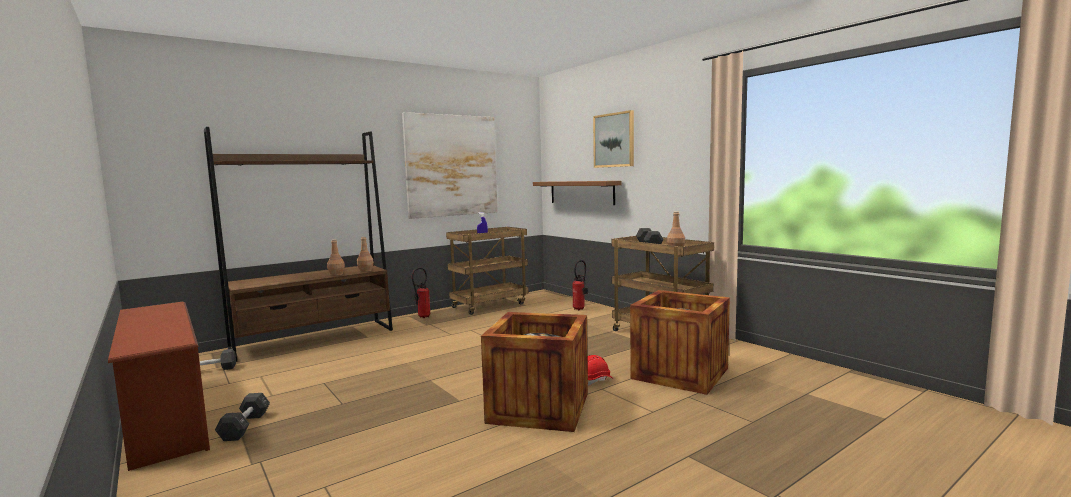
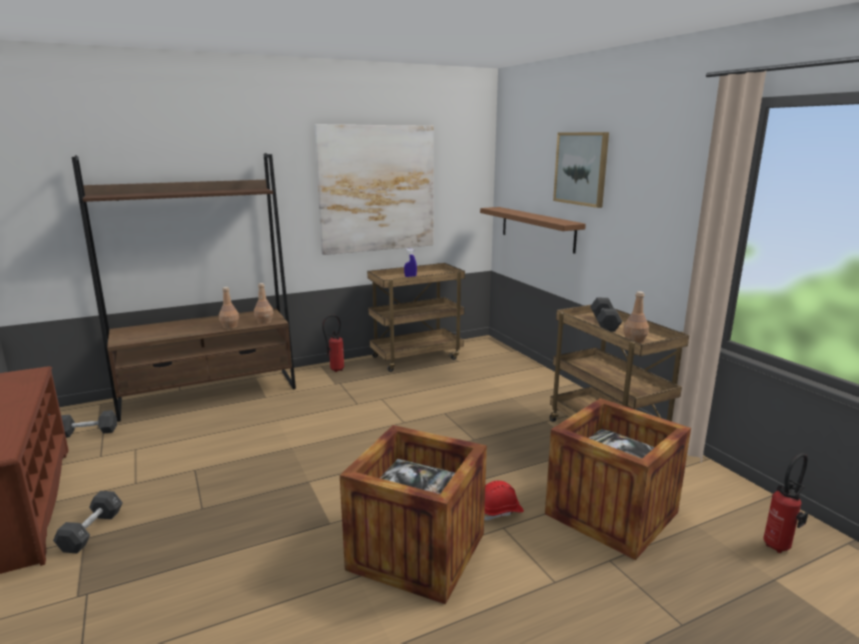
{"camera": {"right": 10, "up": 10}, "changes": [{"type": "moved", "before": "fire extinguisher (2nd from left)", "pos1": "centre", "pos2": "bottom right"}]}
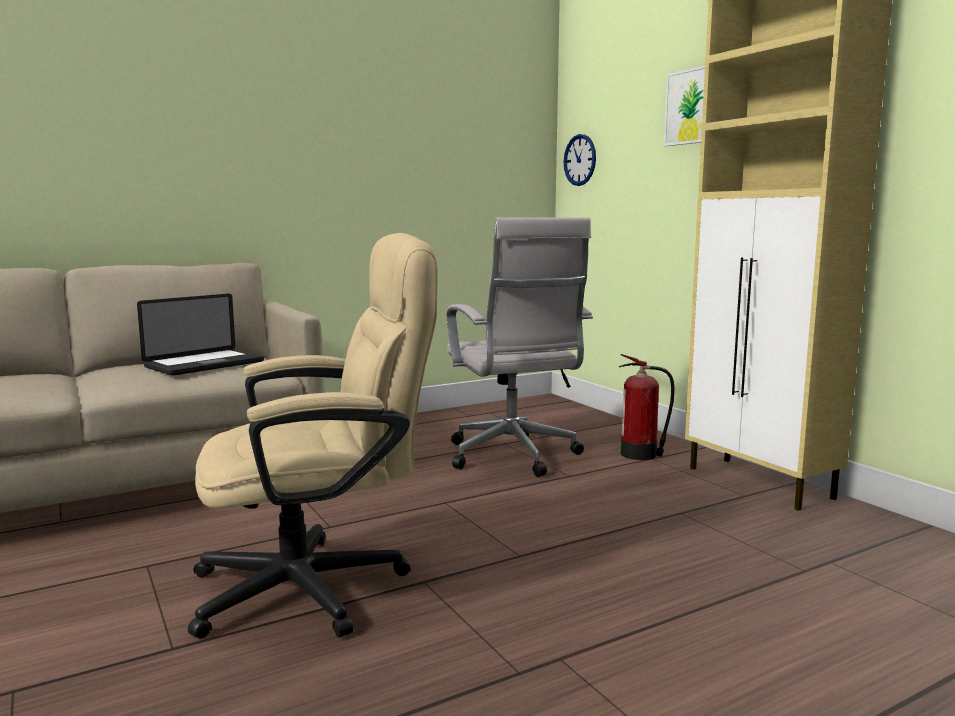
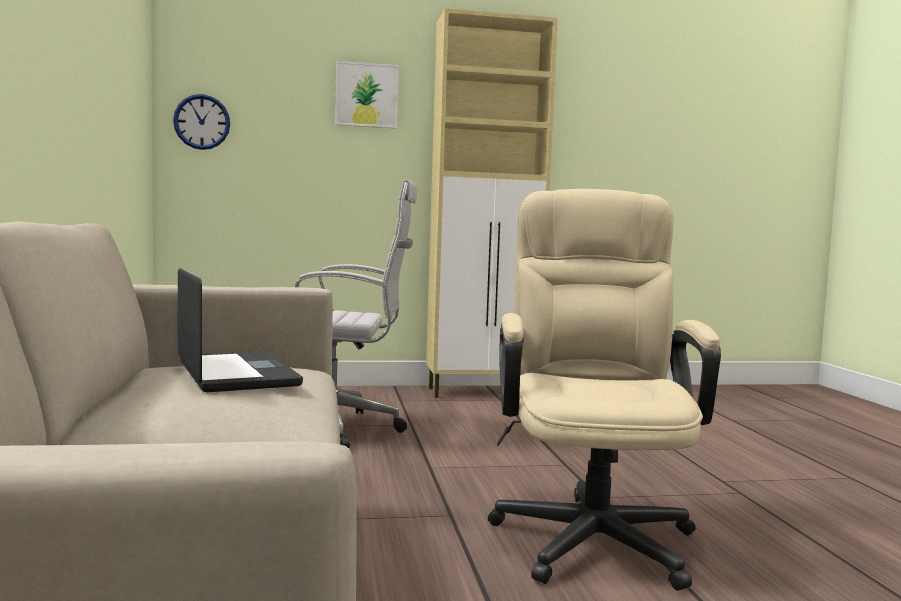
{"camera": {"right": -70, "up": -5}, "changes": [{"type": "removed", "before": "fire extinguisher", "pos1": "middle right"}]}
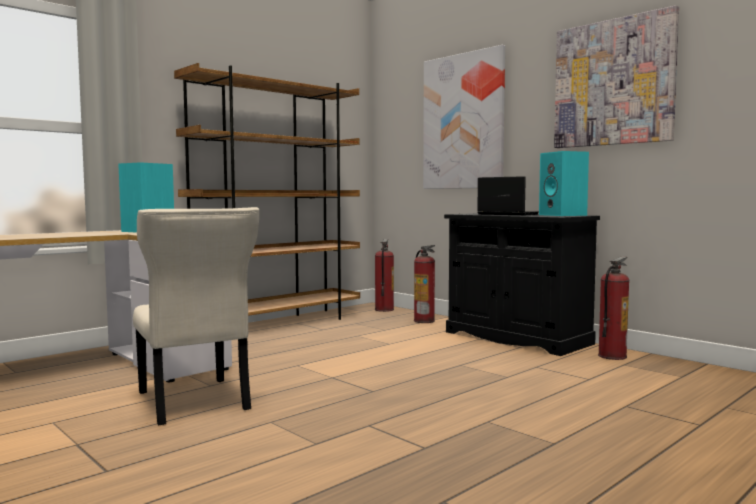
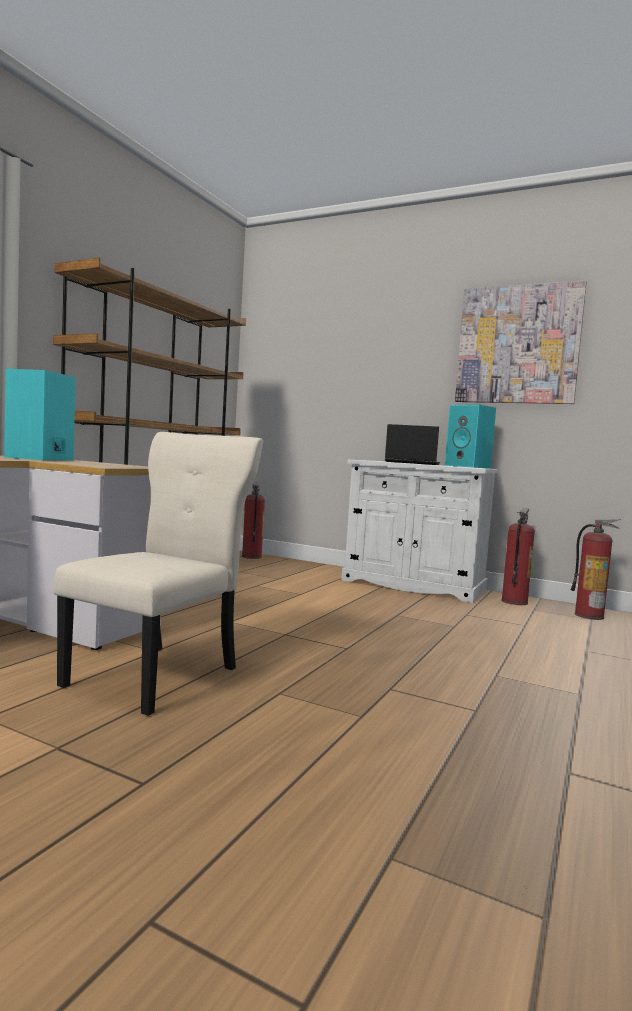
{"camera": {"right": -20, "up": 0}, "changes": [{"type": "removed", "before": "picture (1st from left)", "pos1": "top centre"}, {"type": "turned", "before": "chair (beige)", "pos1": "middle left", "pos2": "middle left", "turn": -105}, {"type": "recoloured", "before": "cabinet (black)", "after": "cabinet (white)", "pos1": "middle right", "pos2": "centre"}, {"type": "moved", "before": "fire extinguisher (2nd from left in the first image)", "after": "fire extinguisher (3rd from left)", "pos1": "centre", "pos2": "middle right"}]}
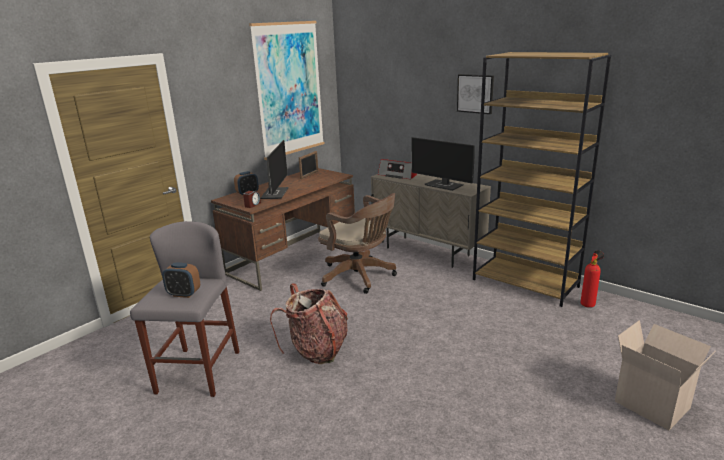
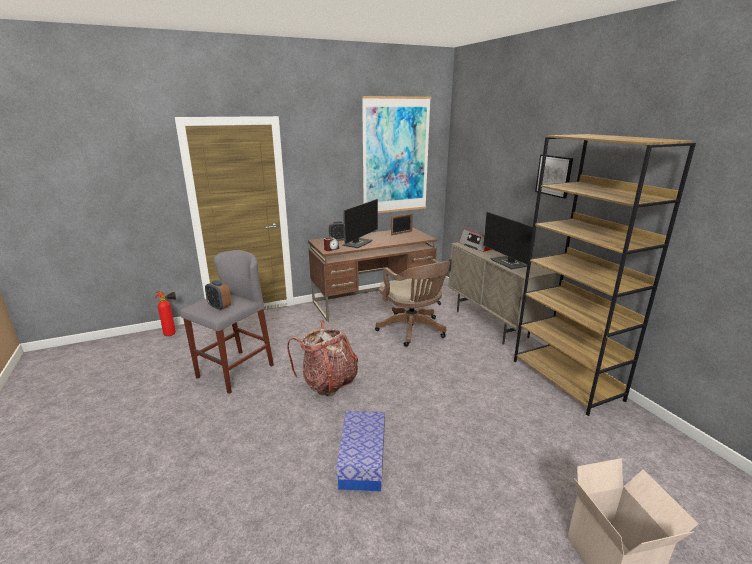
{"camera": {"right": 25, "up": 0}, "changes": [{"type": "moved", "before": "fire extinguisher", "pos1": "middle right", "pos2": "middle left"}, {"type": "added", "after": "storage box", "pos2": "bottom centre"}]}
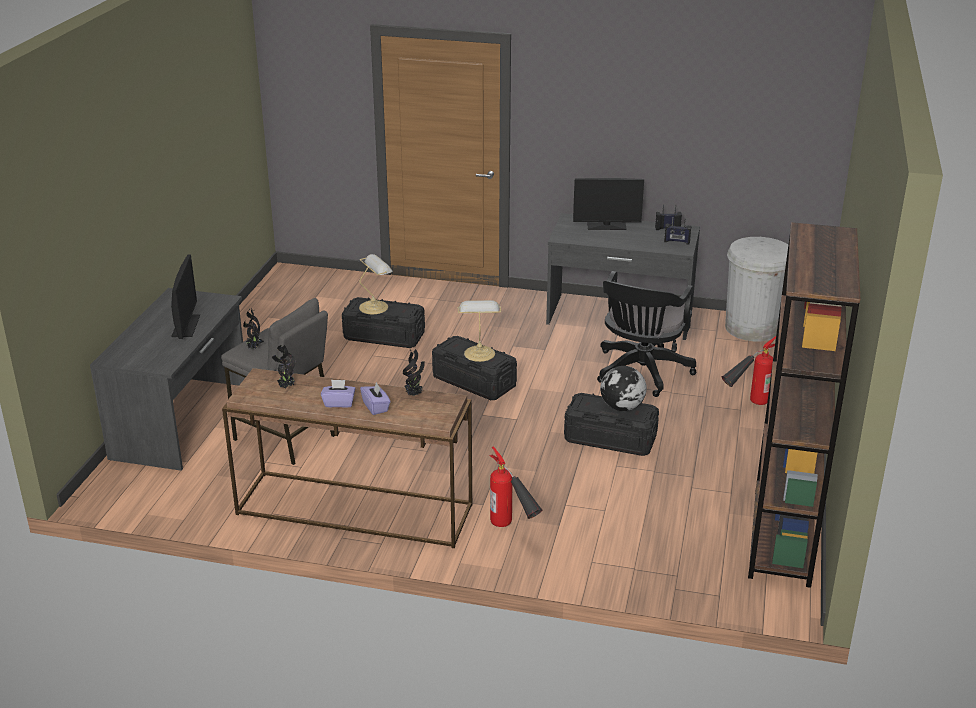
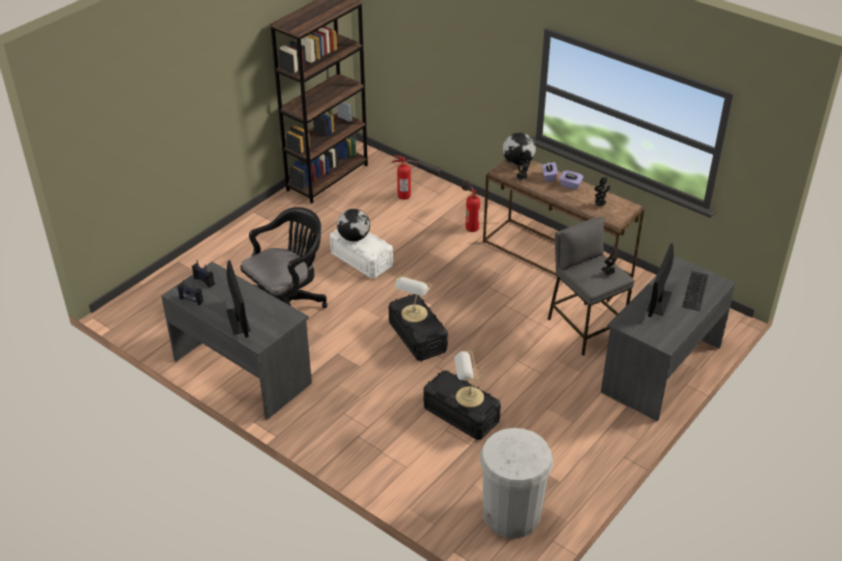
{"camera": {"right": -155, "up": 10}, "changes": [{"type": "turned", "before": "monitor (2nd from left in the first image)", "pos1": "top centre", "pos2": "middle left", "turn": 45}, {"type": "moved", "before": "trash can (white)", "pos1": "middle right", "pos2": "bottom centre"}, {"type": "moved", "before": "fire extinguisher (2nd from left in the first image)", "after": "fire extinguisher (1st from left)", "pos1": "middle right", "pos2": "top centre"}, {"type": "recoloured", "before": "storage box (black) (3rd from left)", "after": "storage box (white)", "pos1": "centre", "pos2": "centre"}, {"type": "added", "after": "globe (2nd from left)", "pos2": "top centre"}, {"type": "added", "after": "keyboard", "pos2": "middle right"}]}
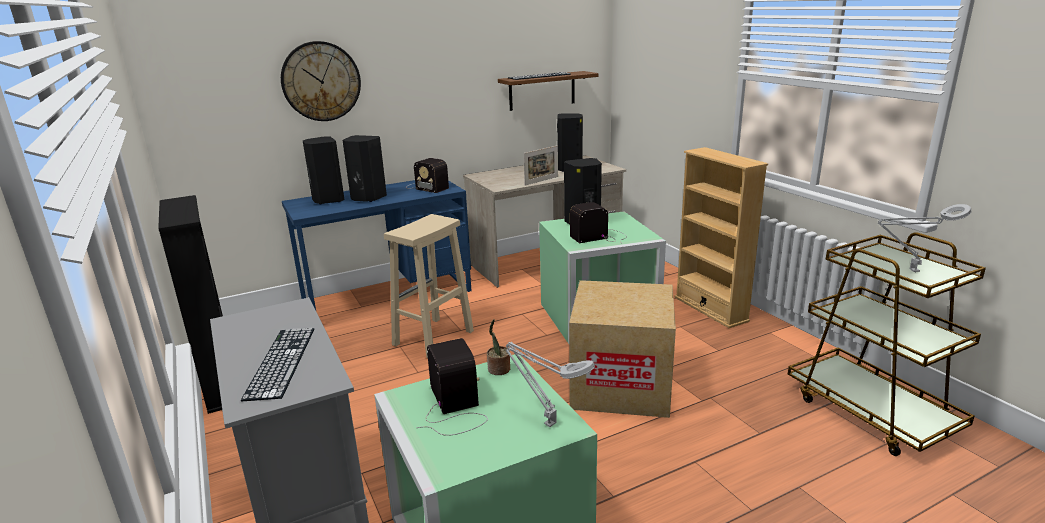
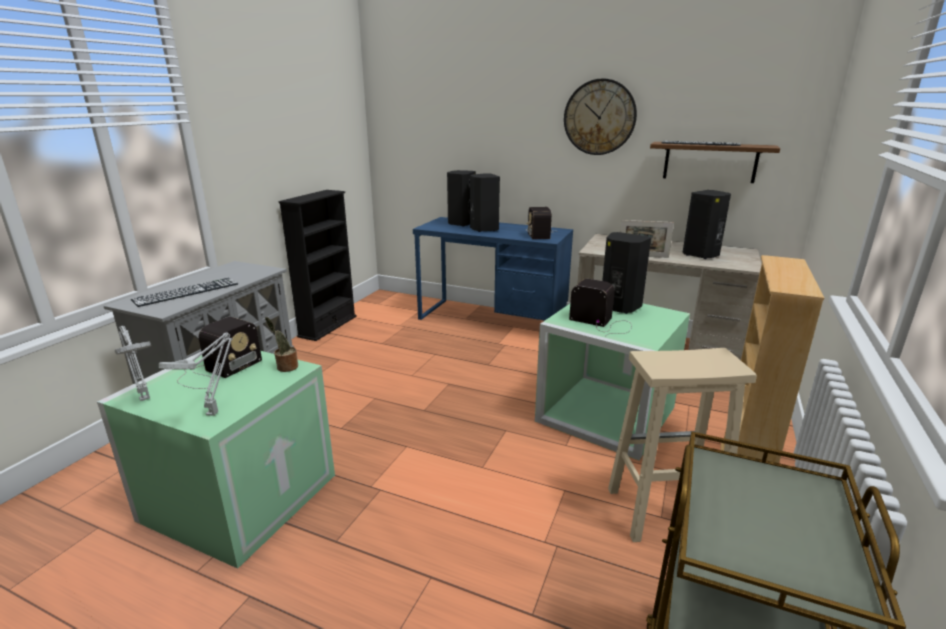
{"camera": {"right": 50, "up": 0}, "changes": [{"type": "moved", "before": "wall clock", "pos1": "top left", "pos2": "top centre"}, {"type": "moved", "before": "table lamp (grey) (2nd from left in the first image)", "after": "table lamp (grey) (1st from left)", "pos1": "middle right", "pos2": "middle left"}, {"type": "moved", "before": "stool (beige)", "pos1": "centre", "pos2": "bottom right"}, {"type": "removed", "before": "cardboard box", "pos1": "bottom centre"}]}
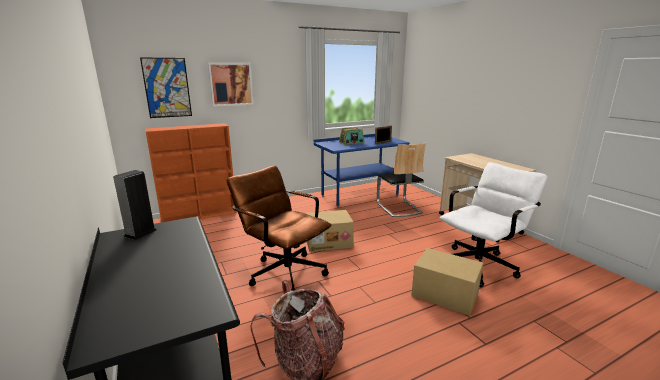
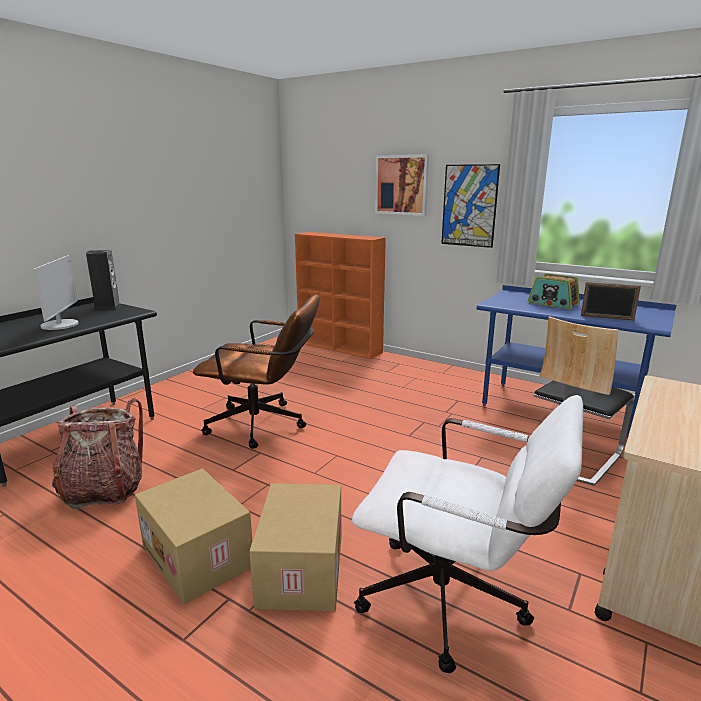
{"camera": {"right": 60, "up": 0}, "changes": [{"type": "moved", "before": "picture (1st from left in the first image)", "after": "picture (2nd from left)", "pos1": "top left", "pos2": "top right"}, {"type": "turned", "before": "office chair (brown)", "pos1": "centre", "pos2": "centre", "turn": 90}, {"type": "moved", "before": "cardboard box (1st from left)", "pos1": "centre", "pos2": "bottom left"}, {"type": "added", "after": "monitor", "pos2": "middle left"}]}
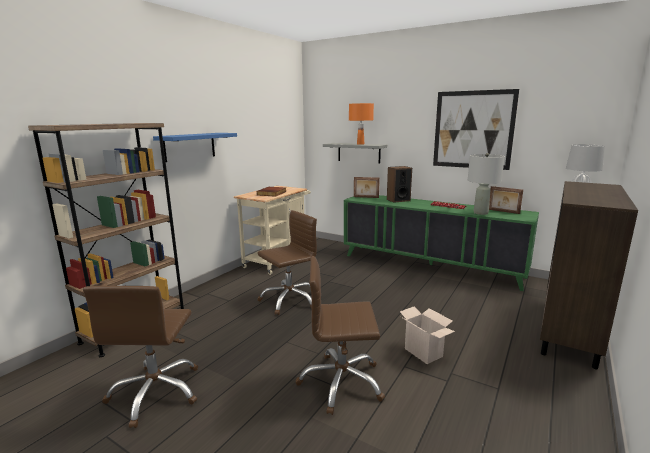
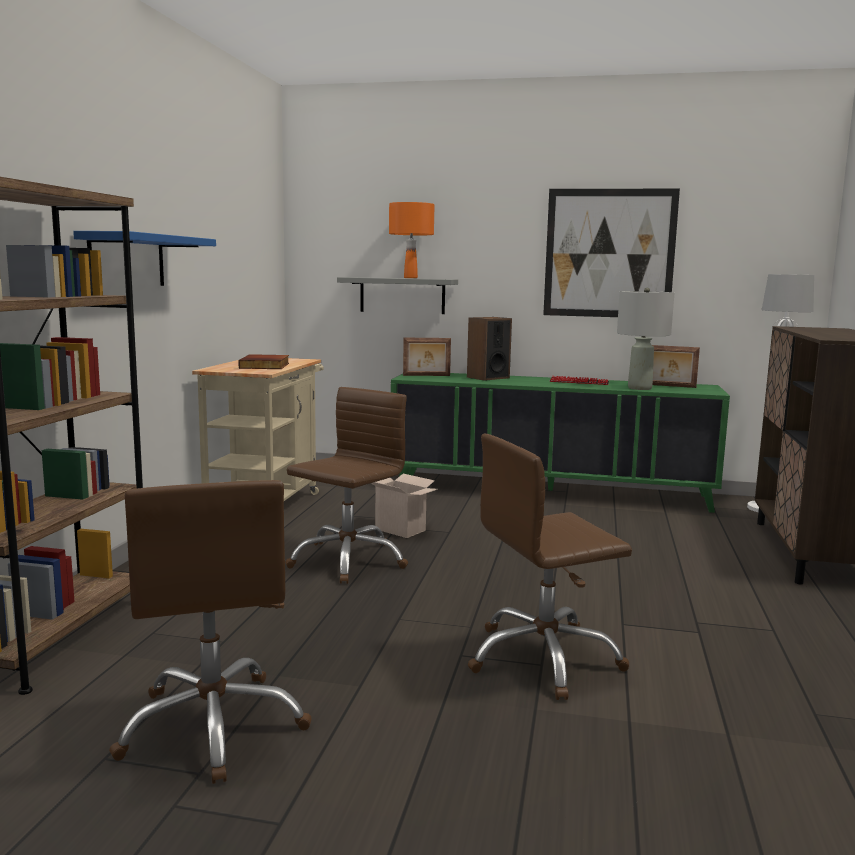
{"camera": {"right": -20, "up": -5}, "changes": [{"type": "moved", "before": "cardboard box", "pos1": "bottom centre", "pos2": "centre"}]}
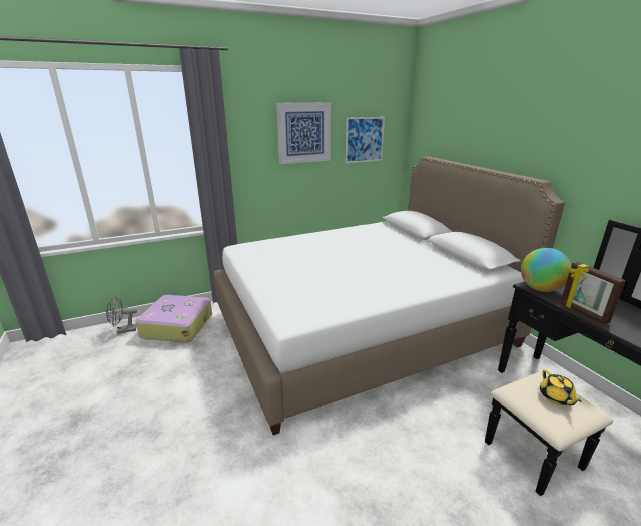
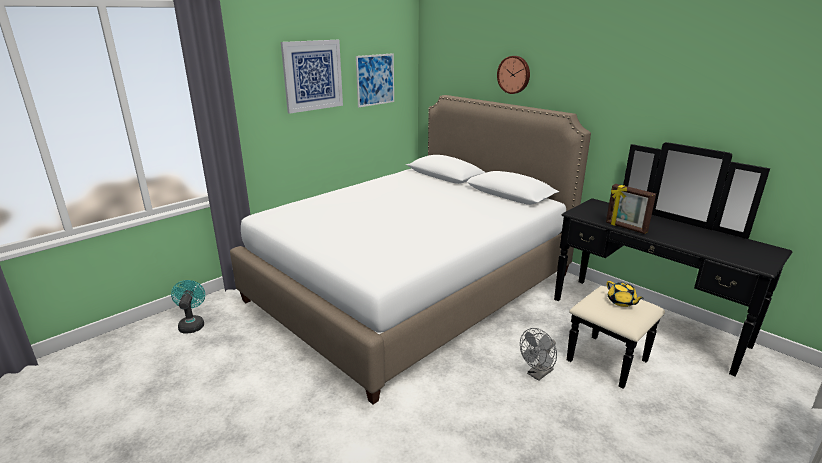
{"camera": {"right": -20, "up": 0}, "changes": [{"type": "removed", "before": "globe", "pos1": "middle right"}, {"type": "replaced", "before": "suitcase", "after": "fan (turquoise)", "pos1": "middle left", "pos2": "middle left"}, {"type": "moved", "before": "fan (grey)", "pos1": "middle left", "pos2": "bottom centre"}, {"type": "added", "after": "wall clock", "pos2": "top centre"}]}
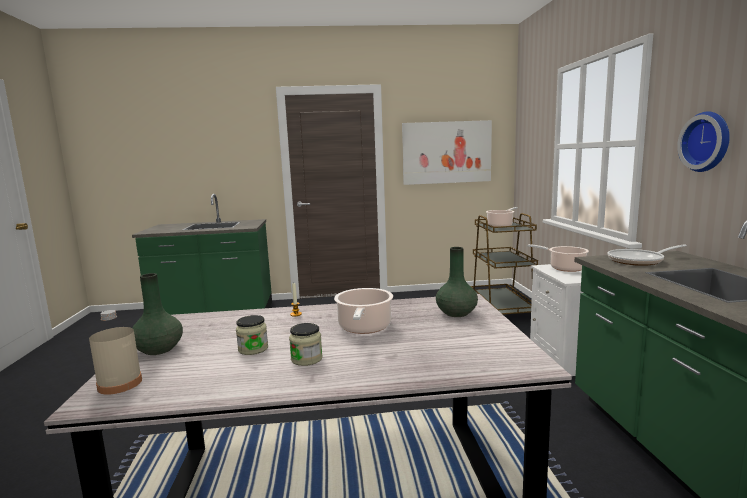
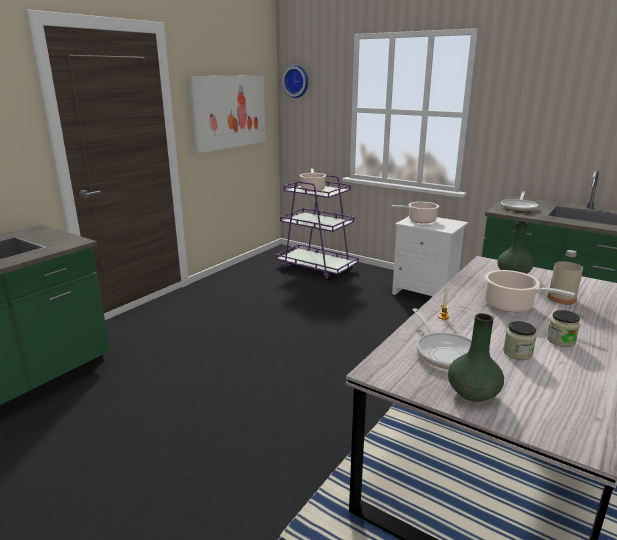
{"camera": {"right": -50, "up": 10}, "changes": [{"type": "moved", "before": "wall clock", "pos1": "top right", "pos2": "top centre"}, {"type": "recoloured", "before": "cart (brown)", "after": "cart (purple)", "pos1": "middle right", "pos2": "centre"}, {"type": "moved", "before": "bottle (beige)", "pos1": "bottom left", "pos2": "middle right"}, {"type": "added", "after": "frying pan (1st from left)", "pos2": "middle right"}]}
